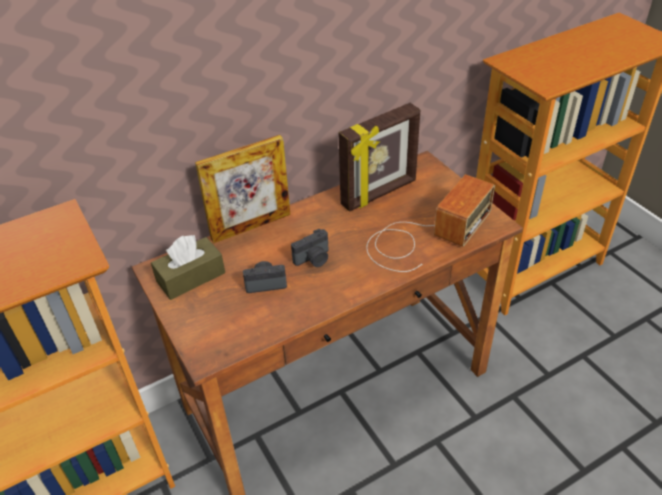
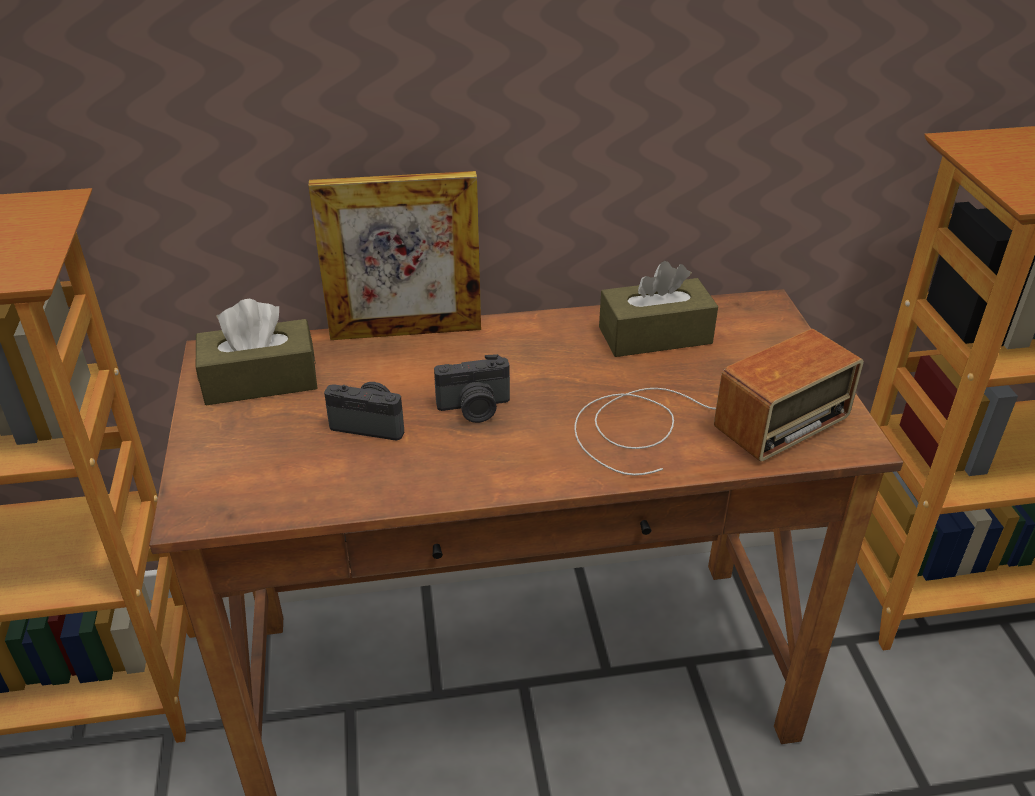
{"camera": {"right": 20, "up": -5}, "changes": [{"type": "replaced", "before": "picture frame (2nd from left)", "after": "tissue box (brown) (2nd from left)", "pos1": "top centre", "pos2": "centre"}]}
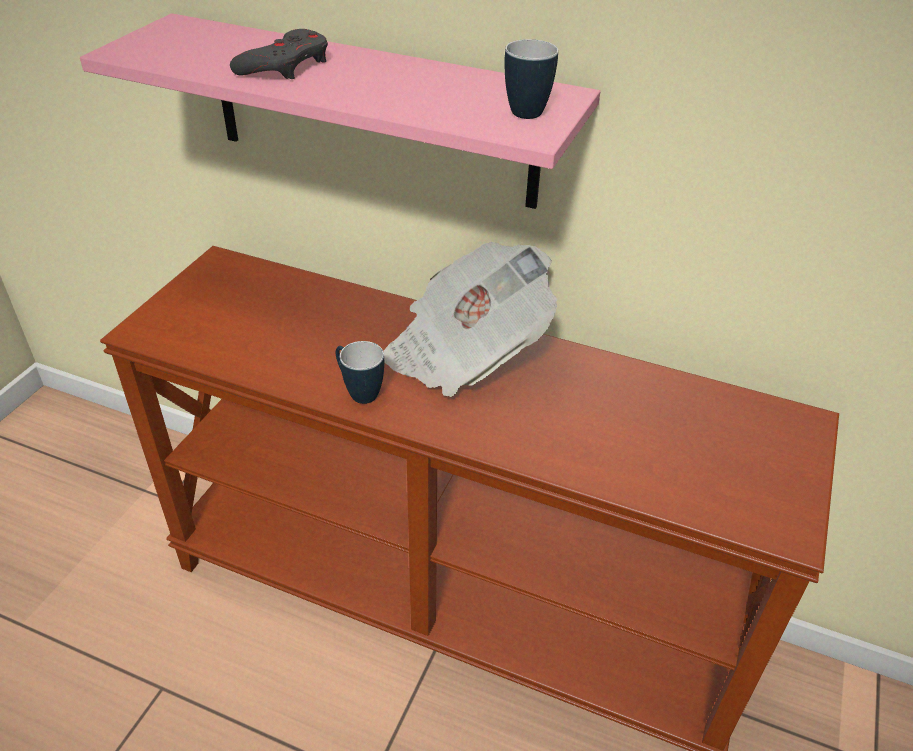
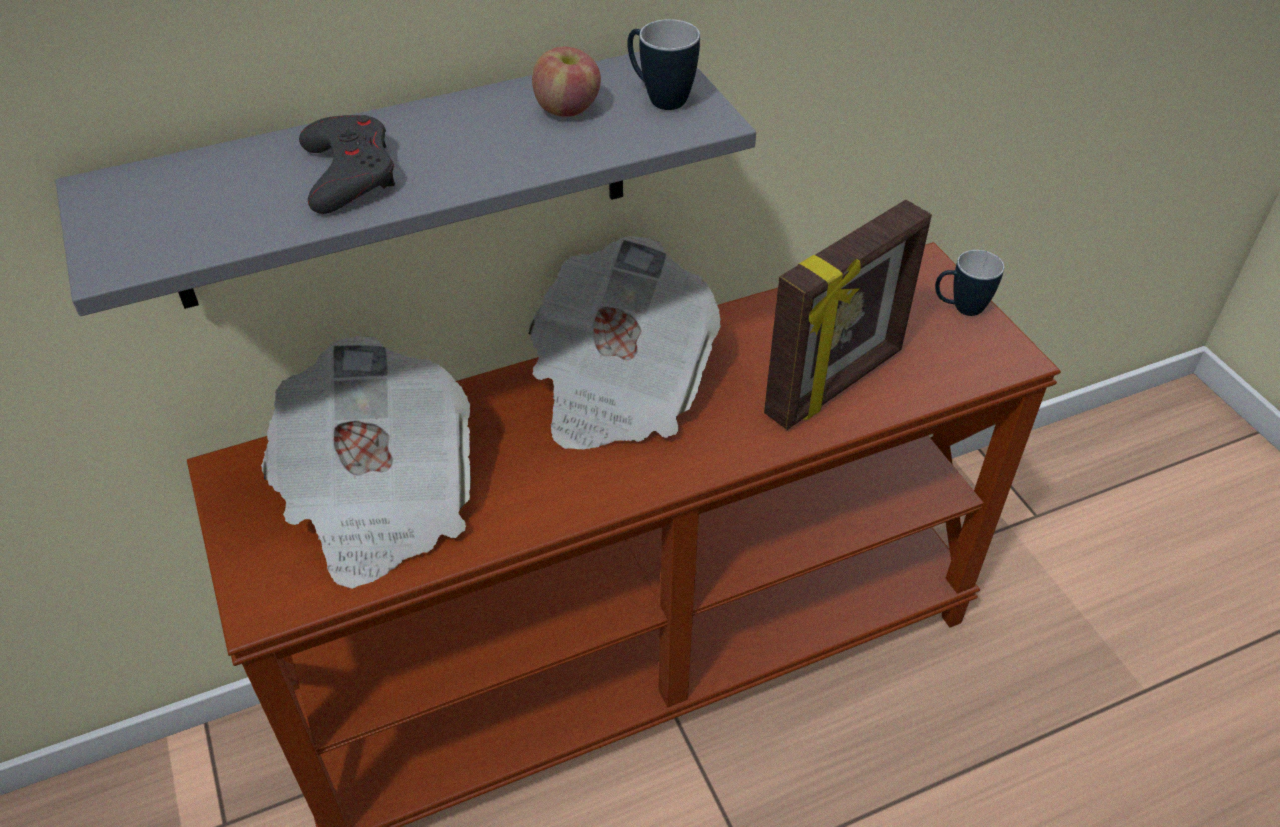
{"camera": {"right": -45, "up": 5}, "changes": [{"type": "recoloured", "before": "shelf (pink)", "after": "shelf (grey)", "pos1": "top centre", "pos2": "top left"}, {"type": "moved", "before": "mug (1st from left in the first image)", "after": "mug (2nd from left)", "pos1": "centre", "pos2": "middle right"}, {"type": "added", "after": "apple", "pos2": "top centre"}, {"type": "added", "after": "picture frame", "pos2": "centre"}, {"type": "added", "after": "newspaper (1st from left)", "pos2": "middle left"}]}
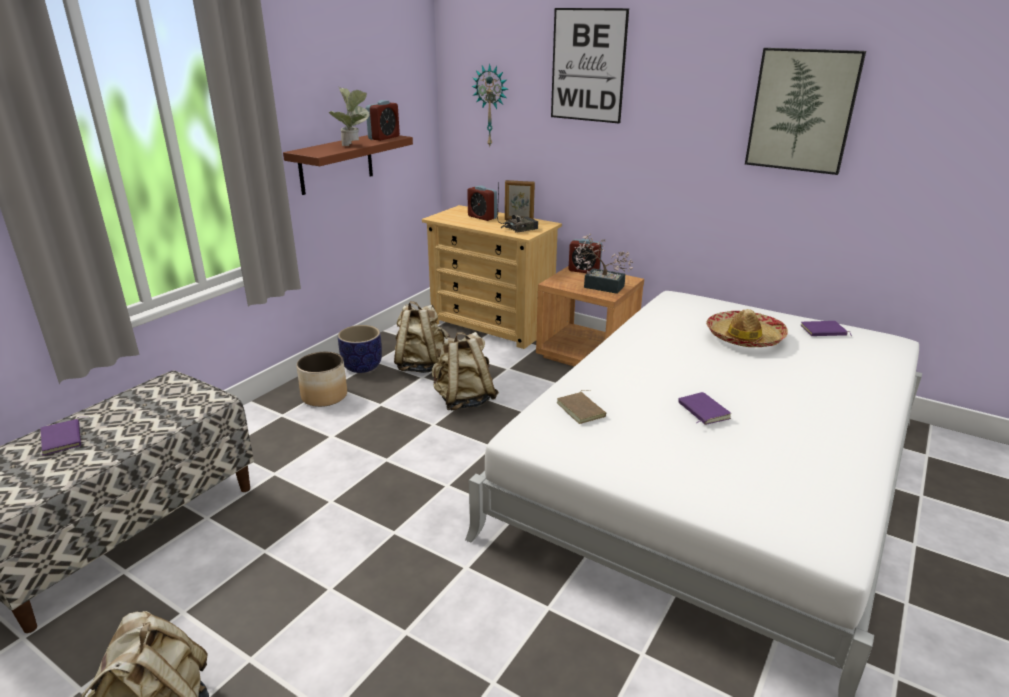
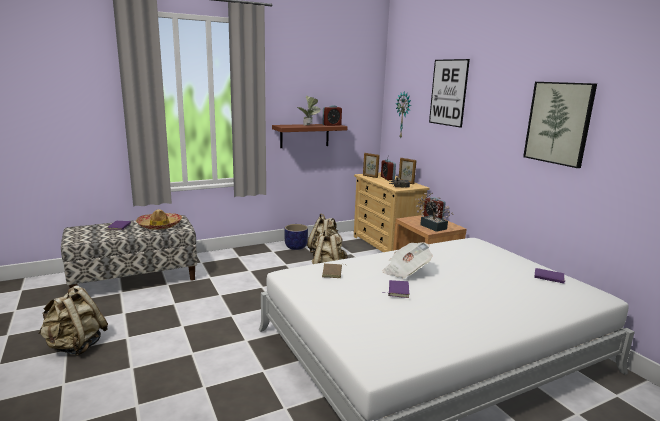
{"camera": {"right": 30, "up": -10}, "changes": [{"type": "moved", "before": "hat", "pos1": "middle right", "pos2": "middle left"}, {"type": "removed", "before": "planter (1st from left)", "pos1": "middle left"}, {"type": "added", "after": "picture frame (1st from left)", "pos2": "centre"}, {"type": "added", "after": "newspaper", "pos2": "centre"}]}
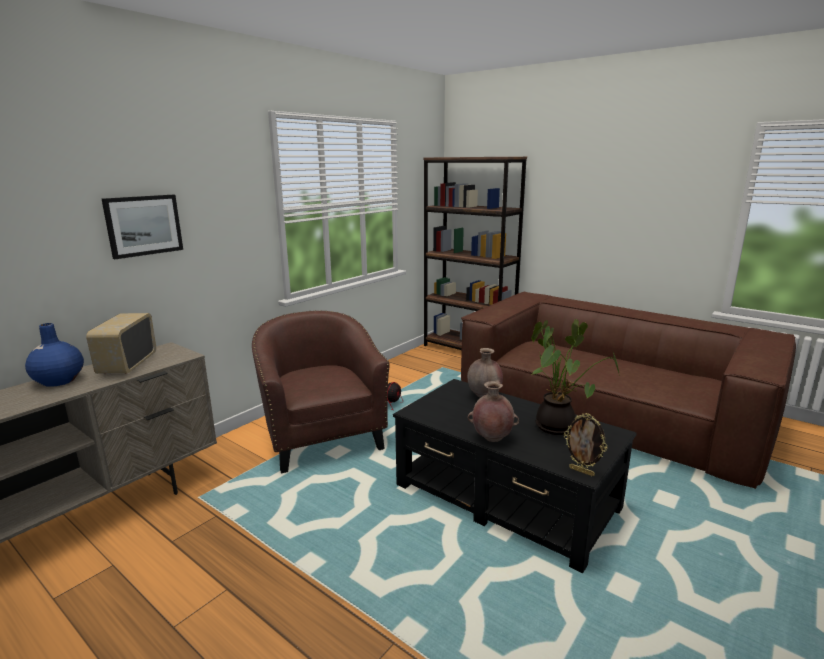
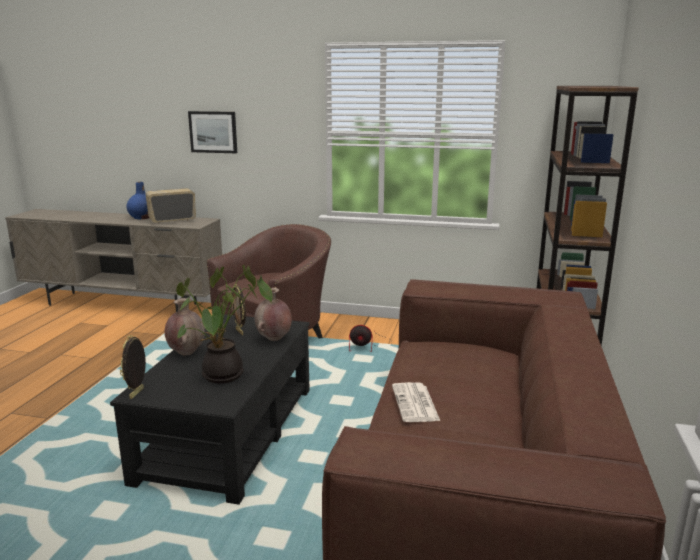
{"camera": {"right": 65, "up": 0}, "changes": [{"type": "added", "after": "picture frame (2nd from left)", "pos2": "centre"}, {"type": "added", "after": "newspaper", "pos2": "bottom centre"}]}
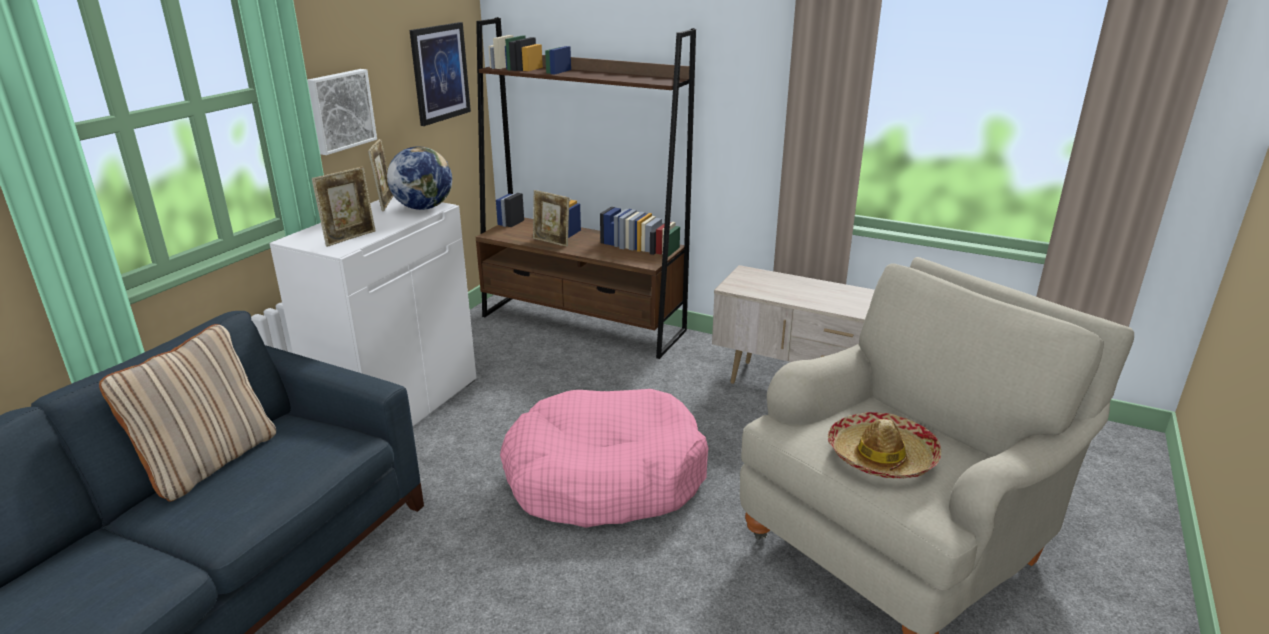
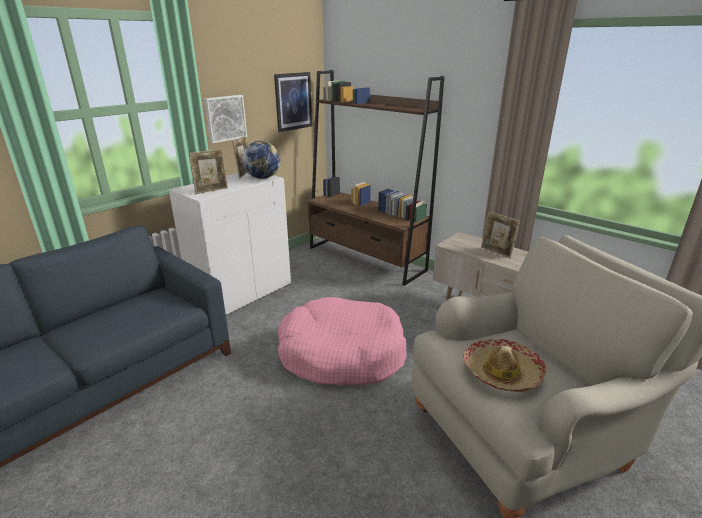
{"camera": {"right": 15, "up": 0}, "changes": [{"type": "moved", "before": "picture frame (3rd from left)", "pos1": "centre", "pos2": "middle right"}, {"type": "removed", "before": "pillow (beige)", "pos1": "middle left"}]}
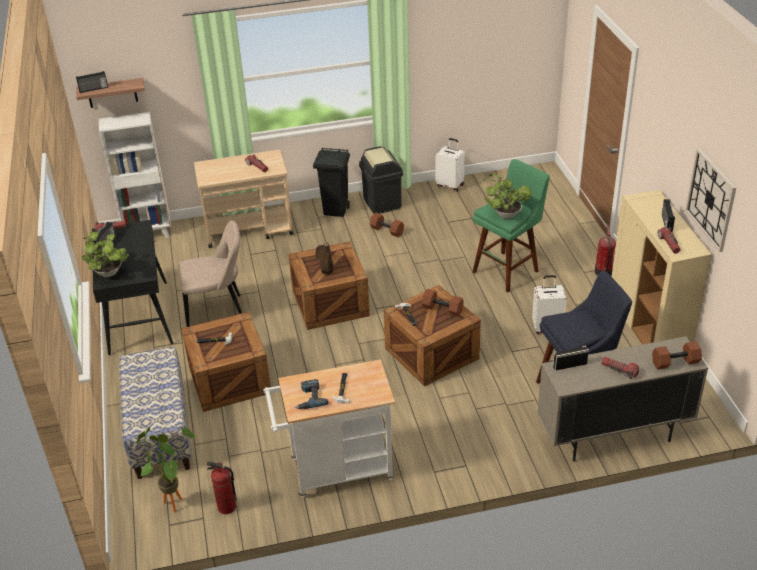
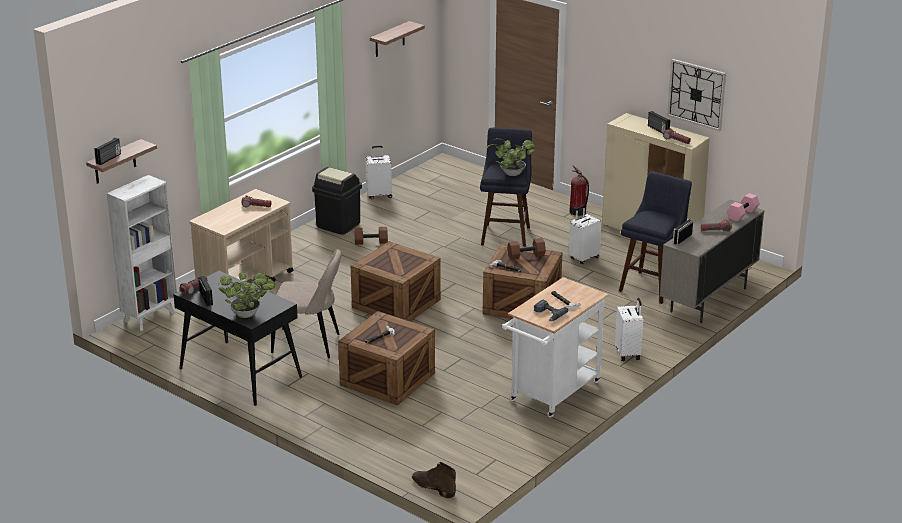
{"camera": {"right": -40, "up": -10}, "changes": [{"type": "removed", "before": "trash can (black) (1st from left)", "pos1": "top centre"}, {"type": "recoloured", "before": "stool (green)", "after": "stool (blue) (1st from left)", "pos1": "middle right", "pos2": "centre"}, {"type": "turned", "before": "chair (beige)", "pos1": "middle left", "pos2": "centre", "turn": 60}, {"type": "moved", "before": "boot (brown)", "pos1": "centre", "pos2": "bottom centre"}, {"type": "recoloured", "before": "dumbbell (brown) (3rd from left)", "after": "dumbbell (pink)", "pos1": "middle right", "pos2": "middle right"}, {"type": "removed", "before": "bench", "pos1": "bottom left"}, {"type": "removed", "before": "potted plant (2nd from left)", "pos1": "bottom left"}, {"type": "removed", "before": "fire extinguisher (1st from left)", "pos1": "bottom left"}, {"type": "added", "after": "shelf (2nd from left)", "pos2": "top centre"}, {"type": "added", "after": "suitcase (white) (3rd from left)", "pos2": "middle right"}]}
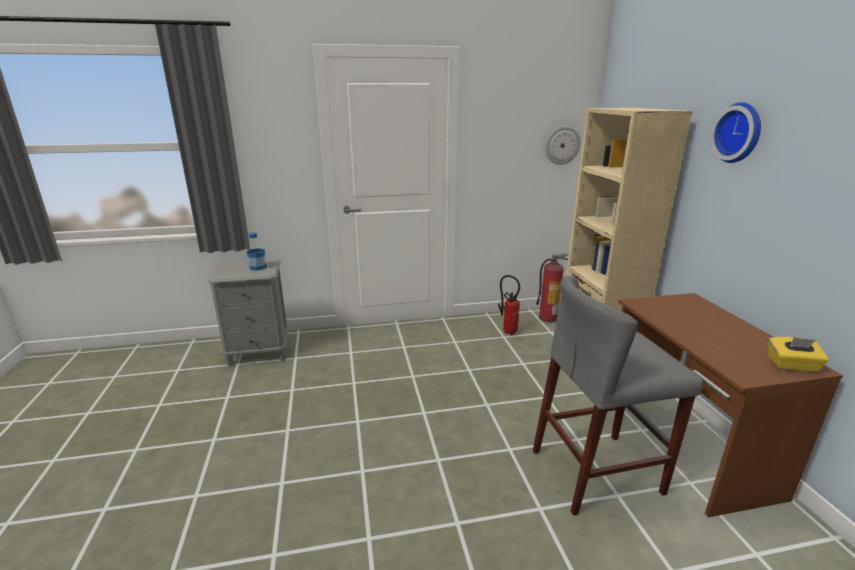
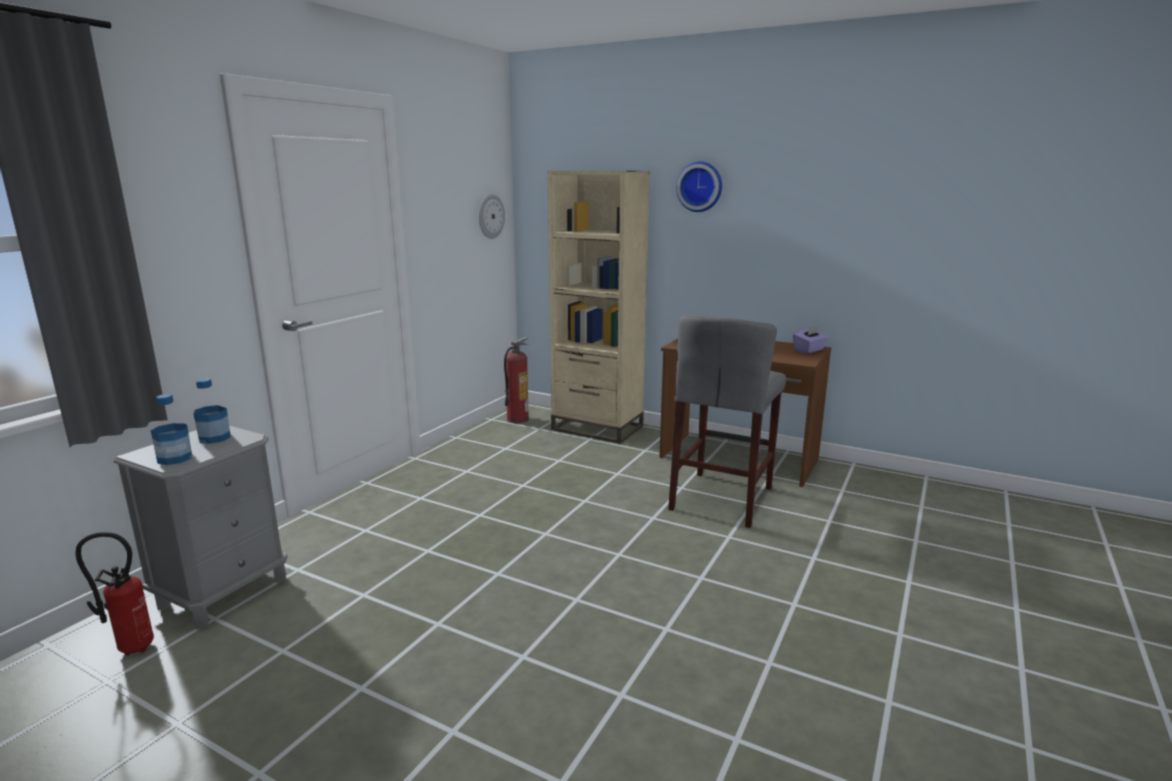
{"camera": {"right": -50, "up": -5}, "changes": [{"type": "moved", "before": "fire extinguisher (1st from left)", "pos1": "centre", "pos2": "bottom left"}, {"type": "recoloured", "before": "tissue box (yellow)", "after": "tissue box (purple)", "pos1": "middle right", "pos2": "middle right"}, {"type": "added", "after": "bottle (1st from left)", "pos2": "middle left"}]}
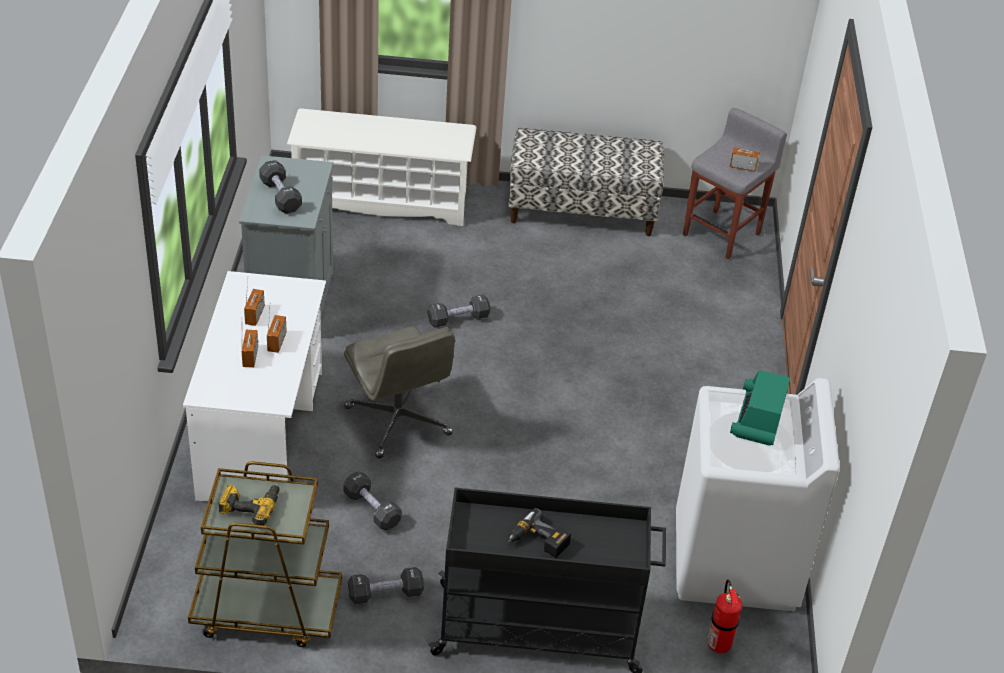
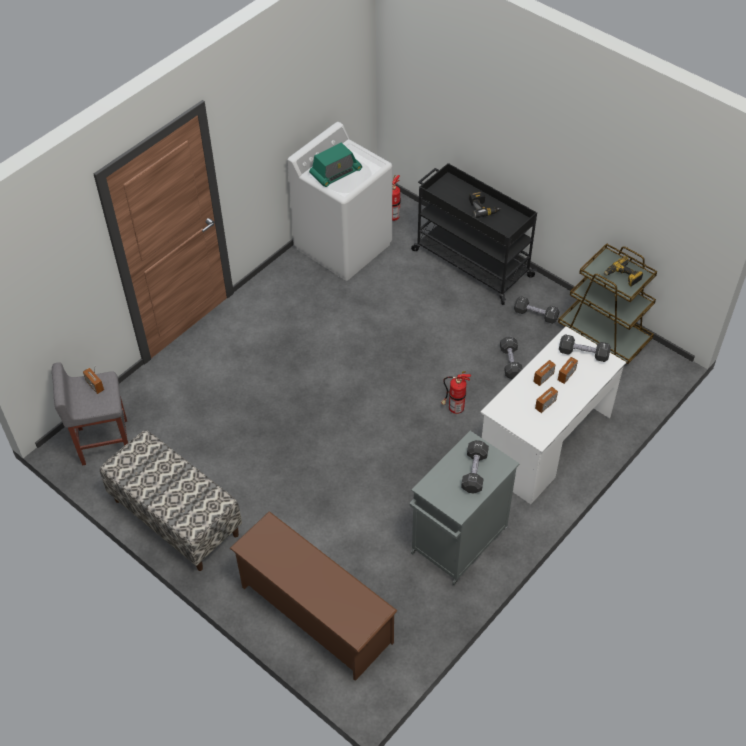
{"camera": {"right": -140, "up": 10}, "changes": [{"type": "recoloured", "before": "shoe rack (white)", "after": "shoe rack (brown)", "pos1": "top centre", "pos2": "bottom centre"}, {"type": "moved", "before": "dumbbell (black) (4th from left)", "pos1": "centre", "pos2": "middle right"}, {"type": "replaced", "before": "office chair (grey)", "after": "fire extinguisher (2nd from left)", "pos1": "centre", "pos2": "centre"}]}
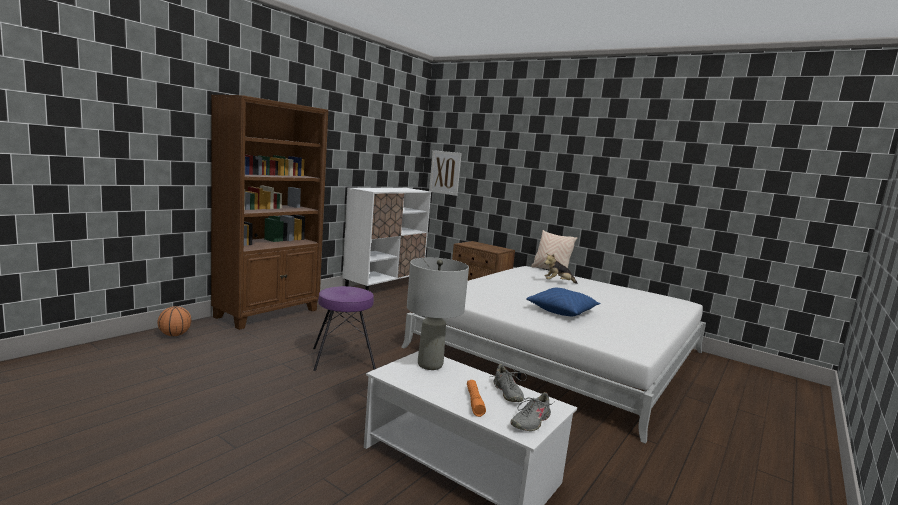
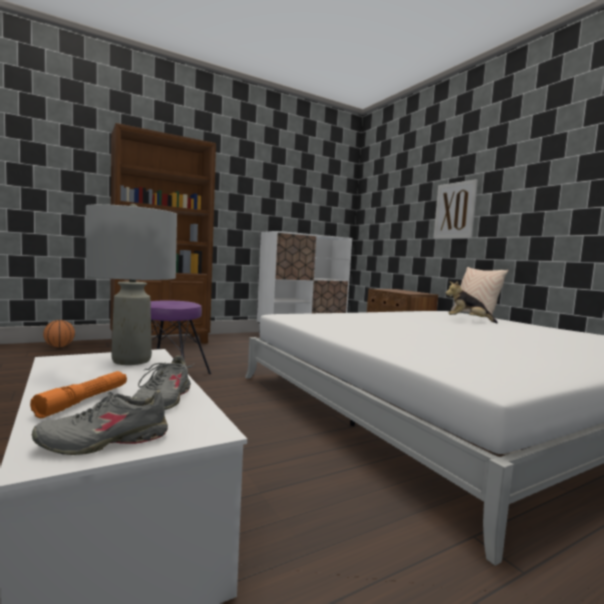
{"camera": {"right": 25, "up": -5}, "changes": [{"type": "moved", "before": "picture", "pos1": "centre", "pos2": "middle right"}, {"type": "removed", "before": "pillow (blue)", "pos1": "centre"}]}
